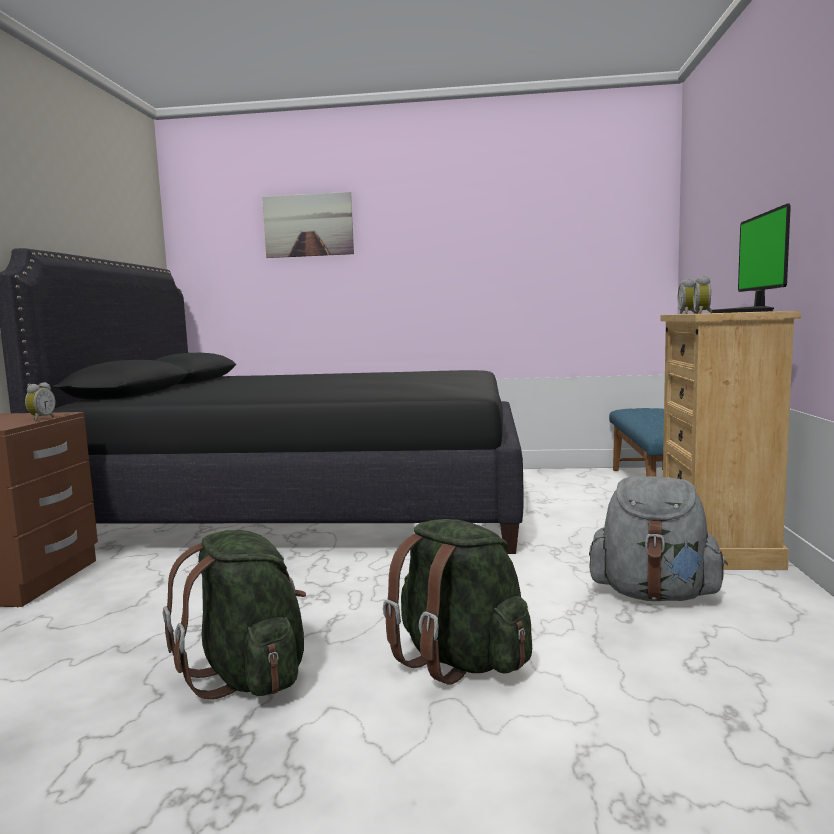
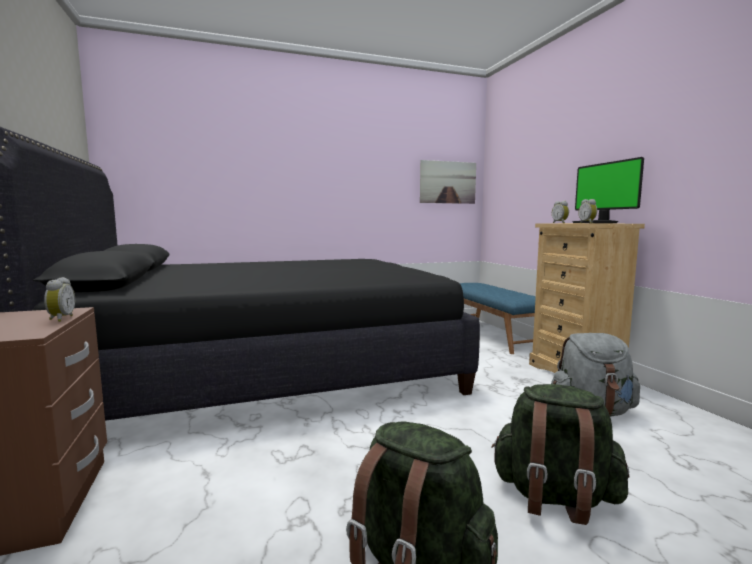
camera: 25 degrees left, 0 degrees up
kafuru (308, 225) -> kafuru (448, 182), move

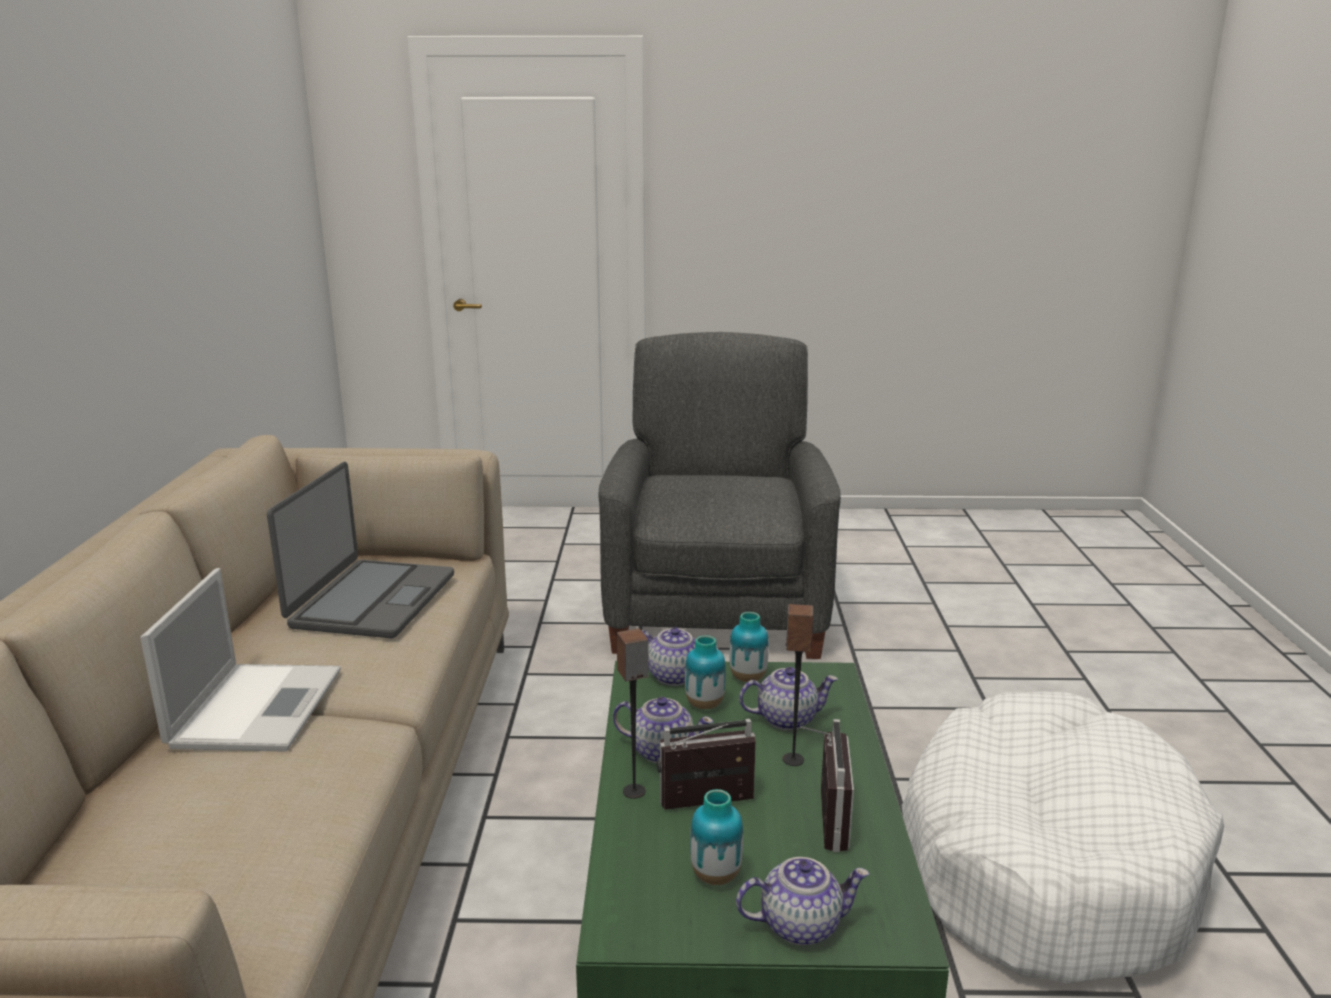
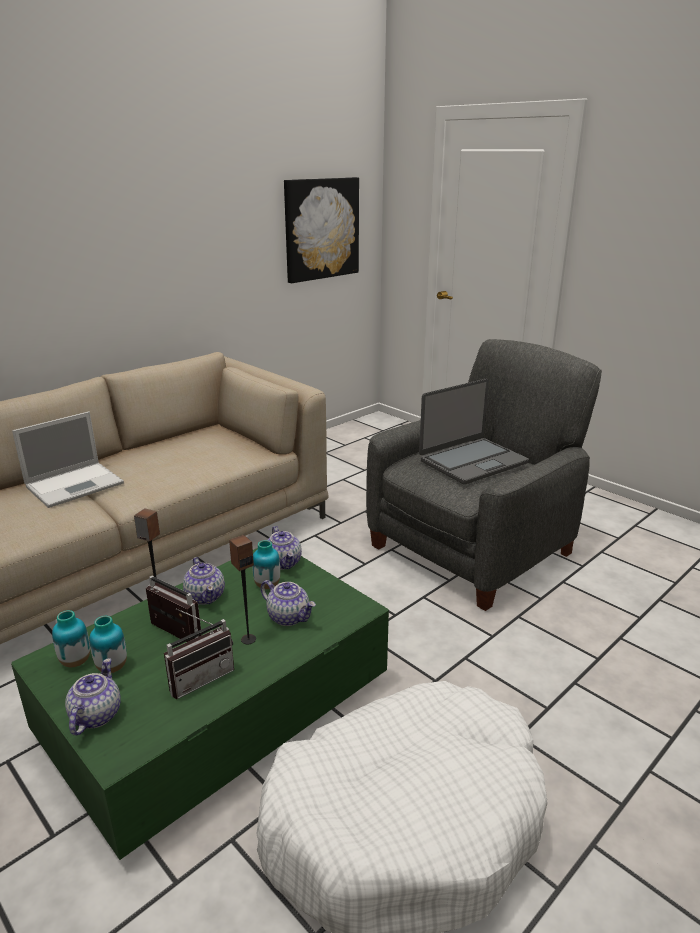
camera: 45 degrees right, 5 degrees up
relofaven (360, 550) -> relofaven (474, 431), move
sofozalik (749, 647) -> sofozalik (71, 638), move
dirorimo (802, 901) -> dirorimo (93, 696), 120 degrees counterclockwise
none -> kafuru (321, 230)

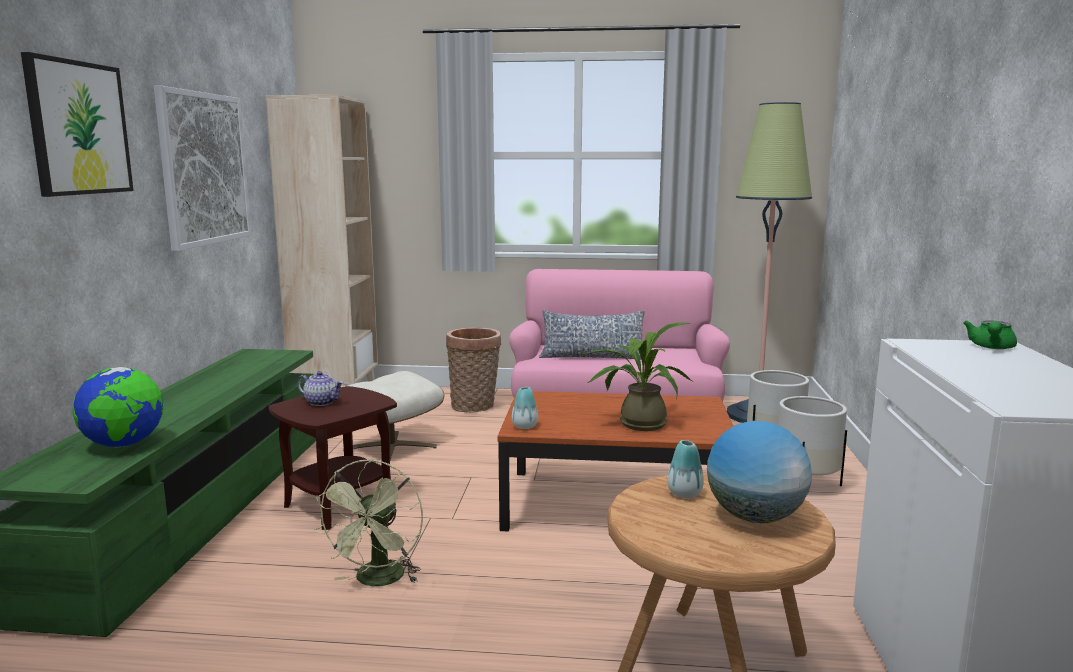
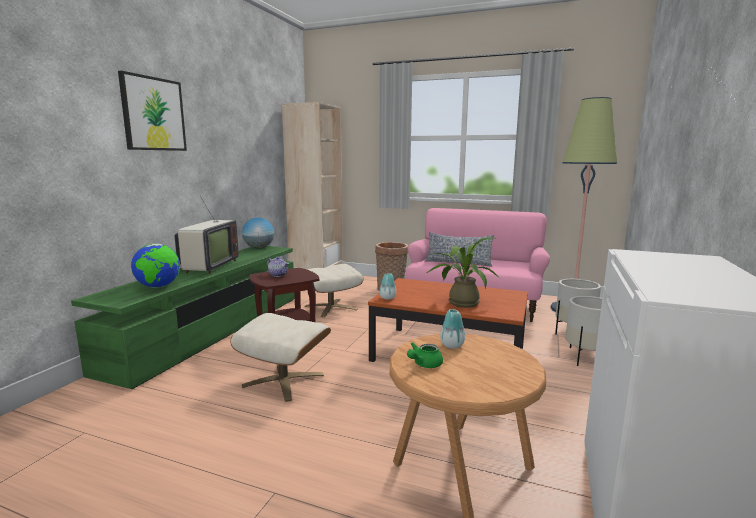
camera: 15 degrees right, 0 degrees up
kafuru (203, 168) -> none
green dirorimo (990, 334) -> green dirorimo (425, 355), move
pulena (759, 472) -> pulena (258, 233), move
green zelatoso (368, 522) -> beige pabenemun (280, 357)
none -> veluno (207, 232)

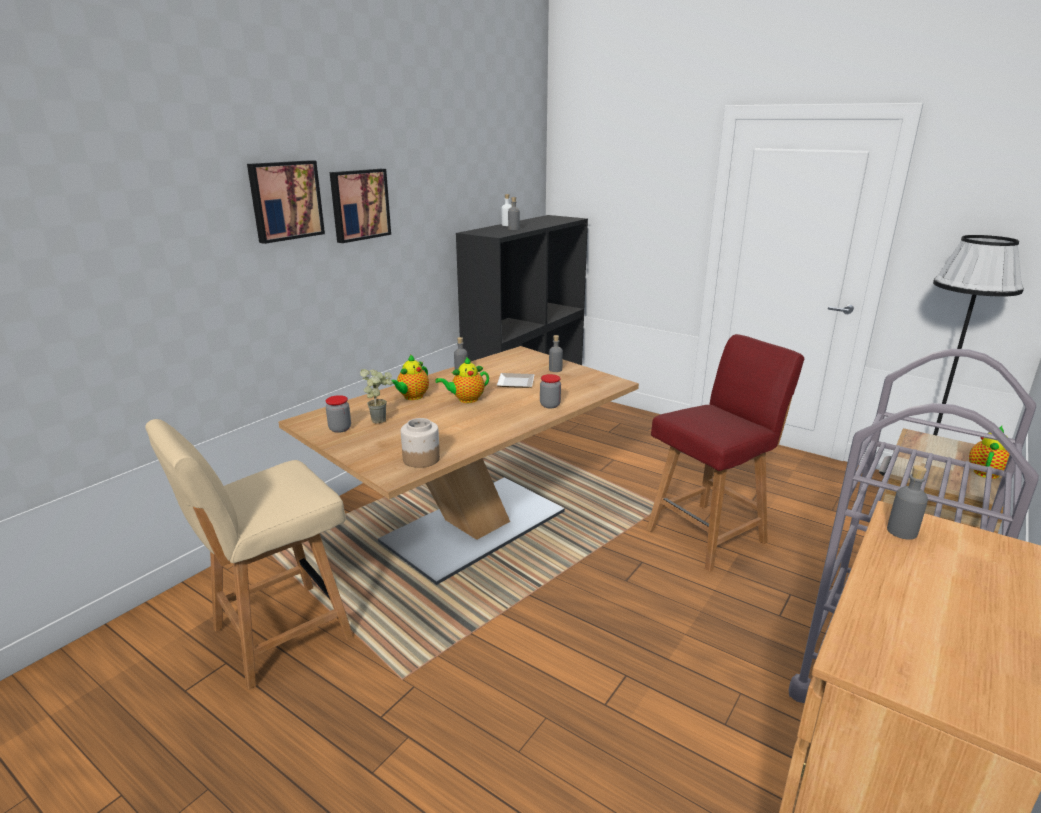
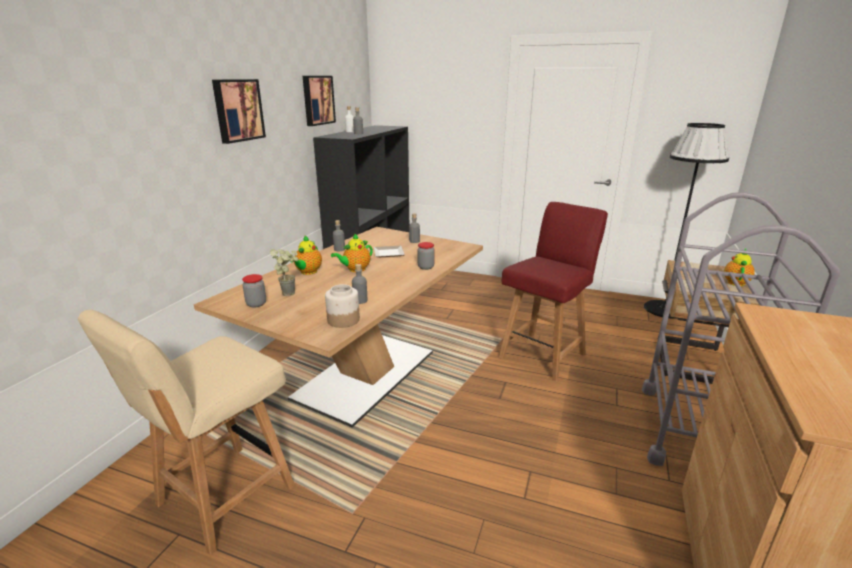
camera: 15 degrees left, 0 degrees up
kafuru (286, 202) -> kafuru (319, 101), move
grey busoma (907, 502) -> grey busoma (359, 284), move

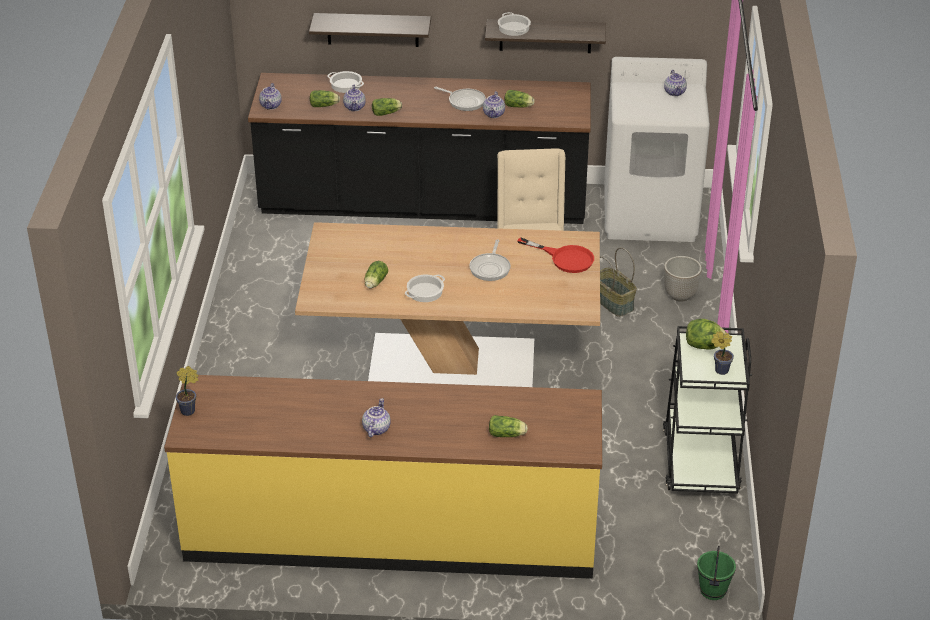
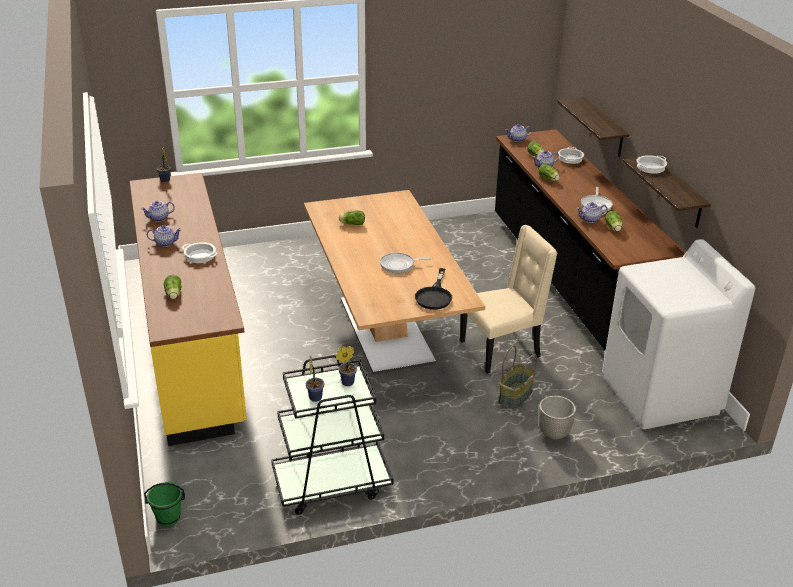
camera: 70 degrees right, 5 degrees down
dirorimo (675, 83) -> dirorimo (158, 211), move
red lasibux (555, 255) -> black lasibux (433, 289)
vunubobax (425, 288) -> vunubobax (199, 252), move
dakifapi (706, 334) -> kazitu (346, 366)

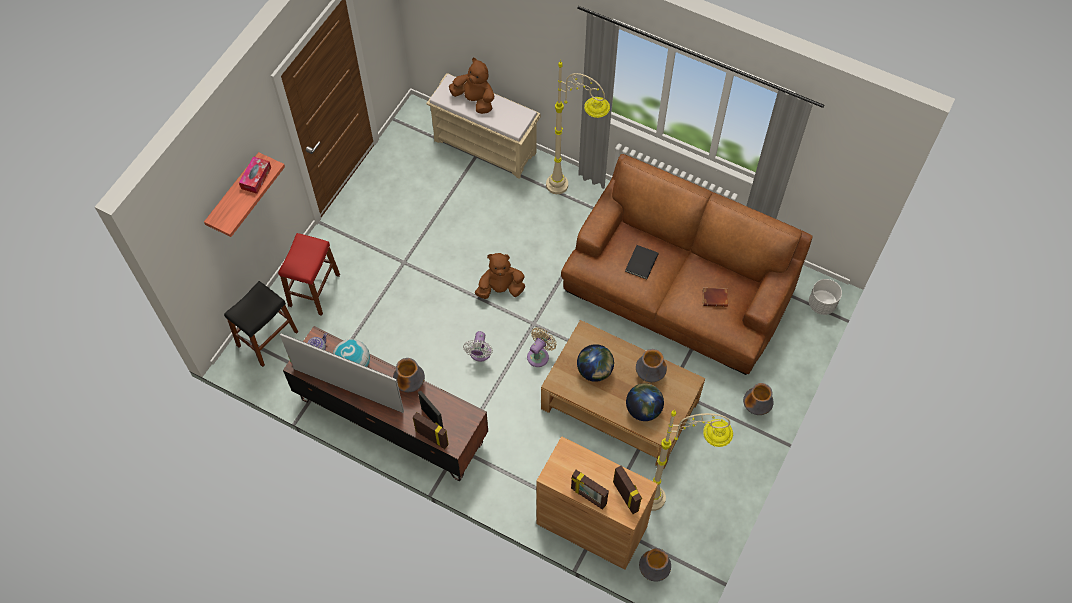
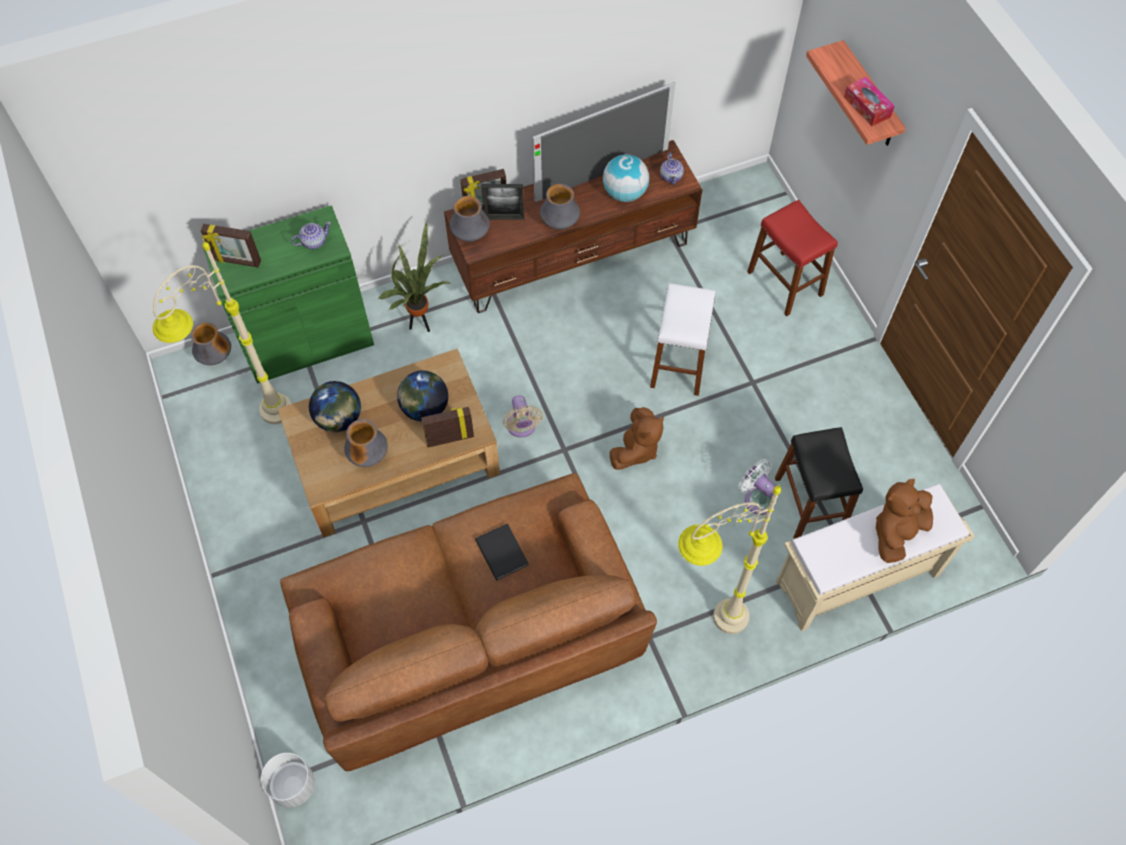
camera: 130 degrees right, 0 degrees up
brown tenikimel (471, 86) -> brown tenikimel (904, 521), 150 degrees clockwise
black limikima (261, 324) -> black limikima (819, 483), move
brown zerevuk (715, 297) -> none
white zelatoso (478, 346) -> white zelatoso (757, 487), move
sofozalik (758, 399) -> sofozalik (470, 219), move
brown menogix (597, 503) -> green menogix (288, 294)
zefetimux (590, 489) -> zefetimux (447, 427), move
none -> kazitu (414, 276)
none -> dirorimo (311, 235)
none -> white limikima (682, 339)

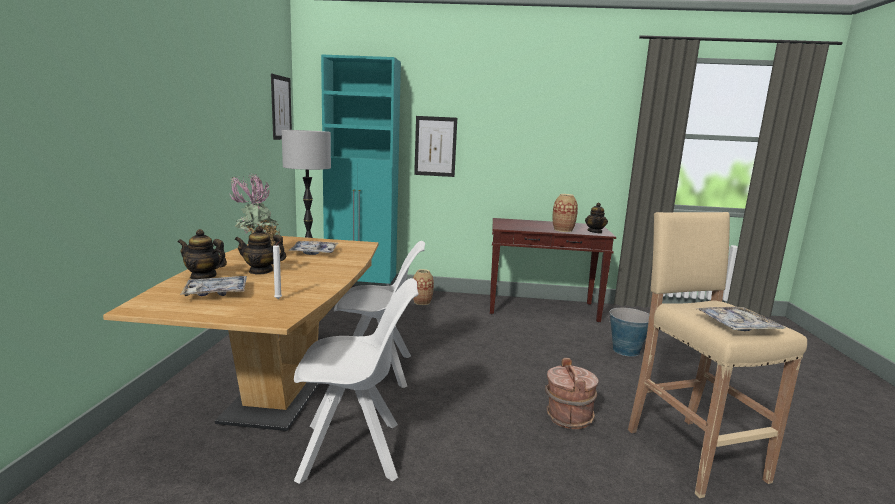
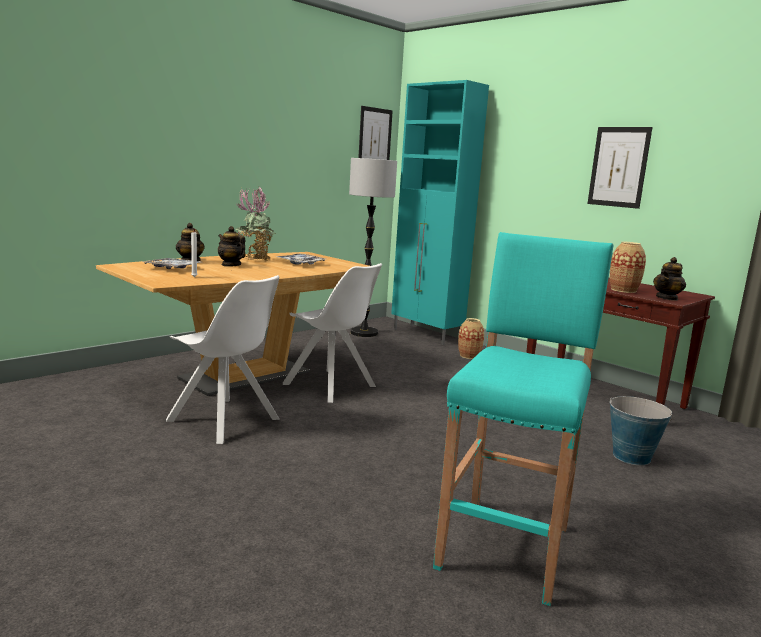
camera: 40 degrees right, 0 degrees up
kafuru (435, 146) -> kafuru (619, 168), move
beige limikima (717, 355) -> turquoise limikima (523, 419)
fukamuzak (742, 319) -> none
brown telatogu (571, 393) -> none

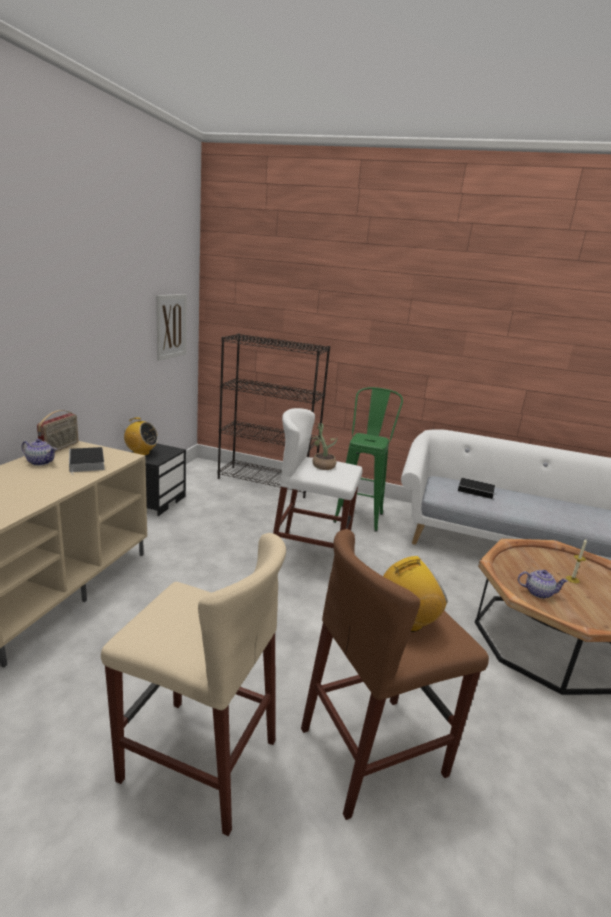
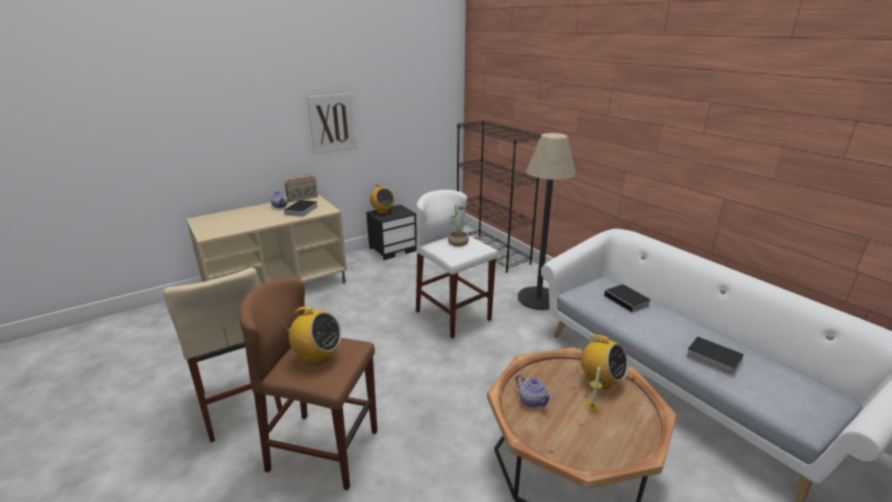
camera: 40 degrees right, 5 degrees up
kafuru (171, 327) -> kafuru (332, 123), move
green limikima (368, 459) -> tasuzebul (547, 221)
none -> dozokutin (603, 362)
none -> zerevuk (715, 355)

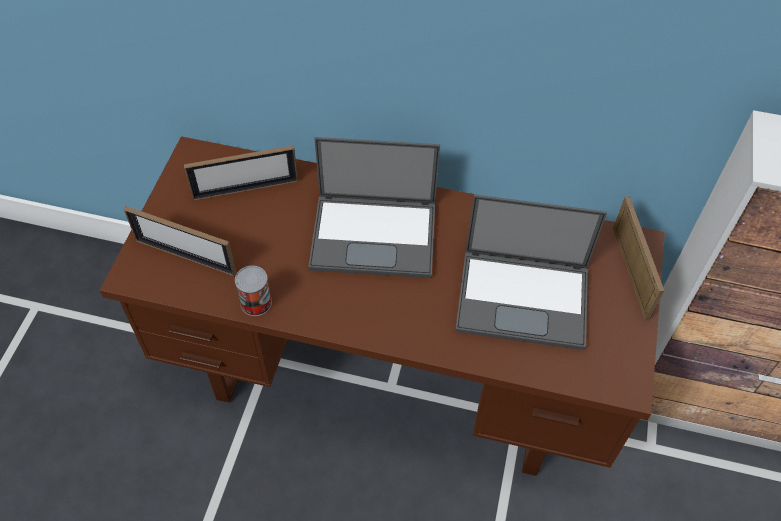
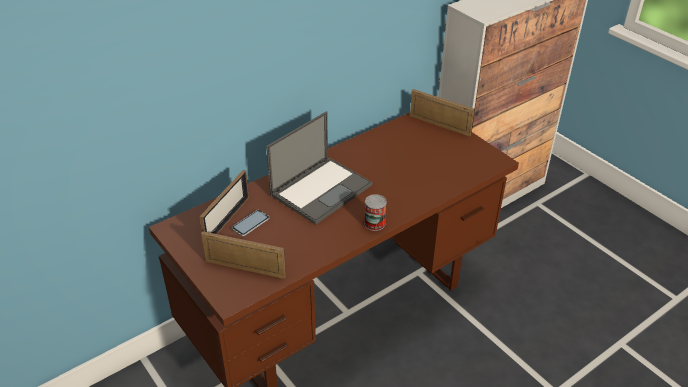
camera: 50 degrees left, 15 degrees down
relofaven (531, 272) -> none
zefetimux (180, 241) -> zefetimux (243, 255), 135 degrees counterclockwise
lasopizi (253, 291) -> lasopizi (375, 212), move
none -> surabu (250, 223)

